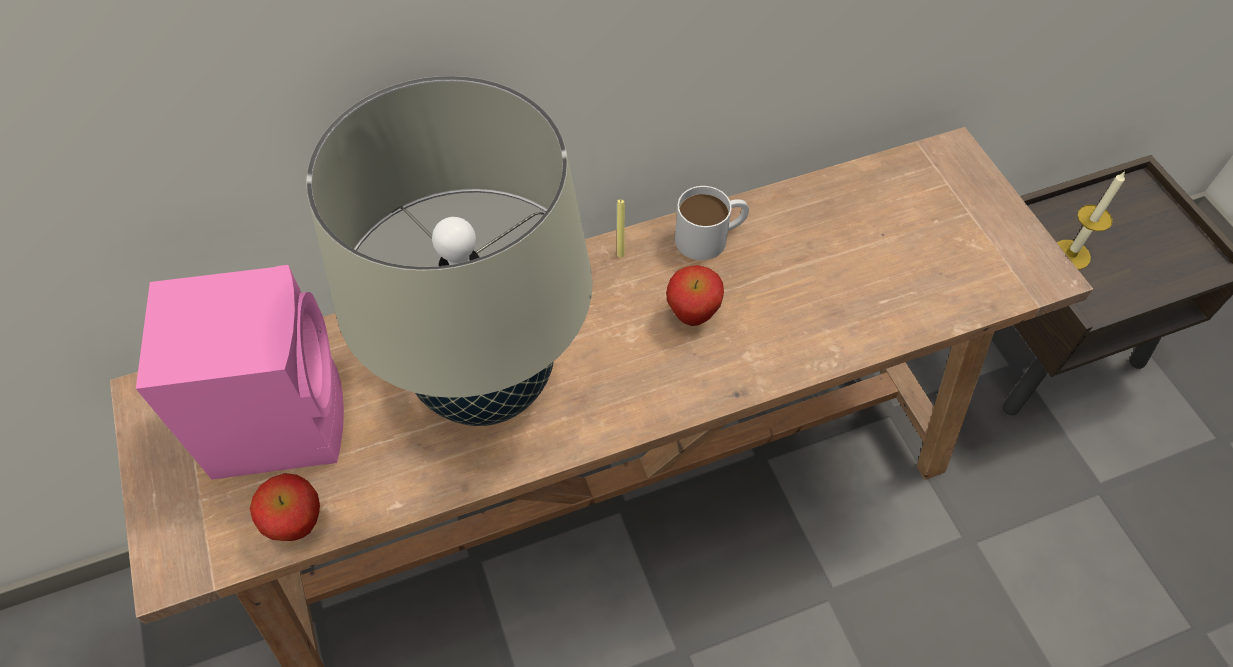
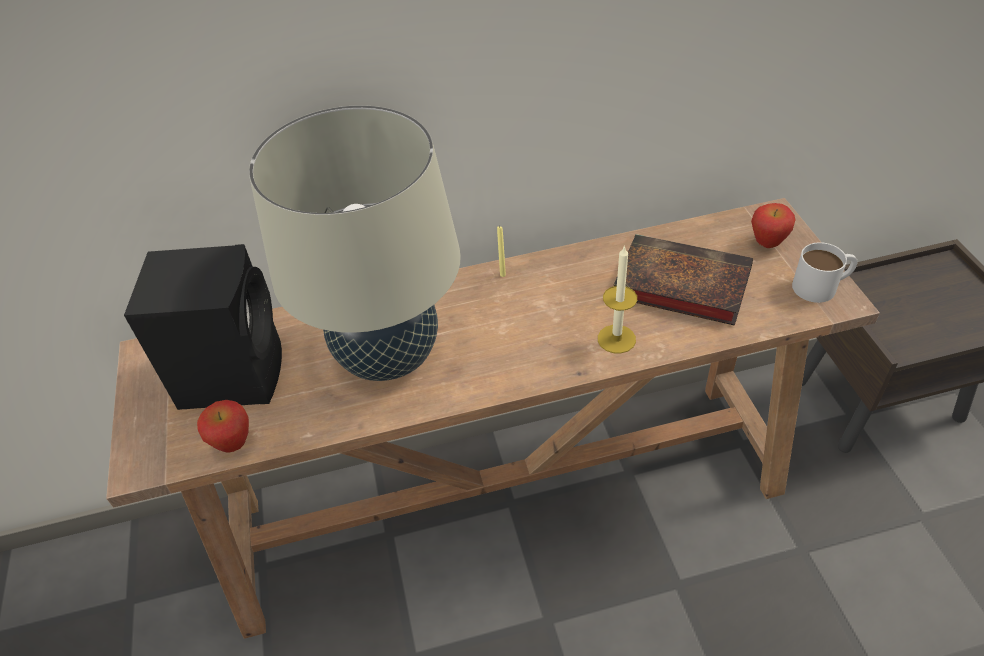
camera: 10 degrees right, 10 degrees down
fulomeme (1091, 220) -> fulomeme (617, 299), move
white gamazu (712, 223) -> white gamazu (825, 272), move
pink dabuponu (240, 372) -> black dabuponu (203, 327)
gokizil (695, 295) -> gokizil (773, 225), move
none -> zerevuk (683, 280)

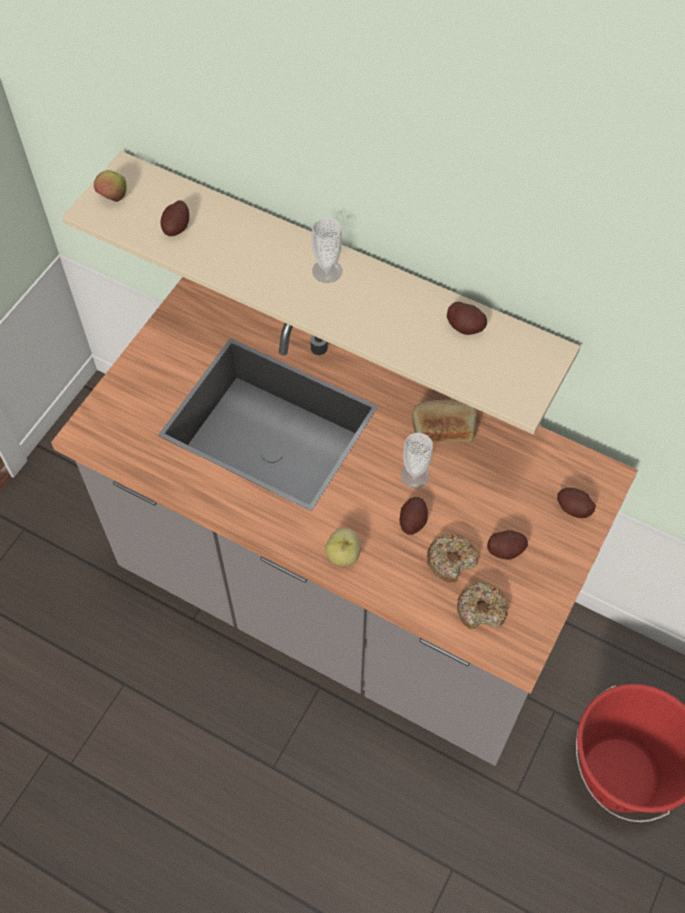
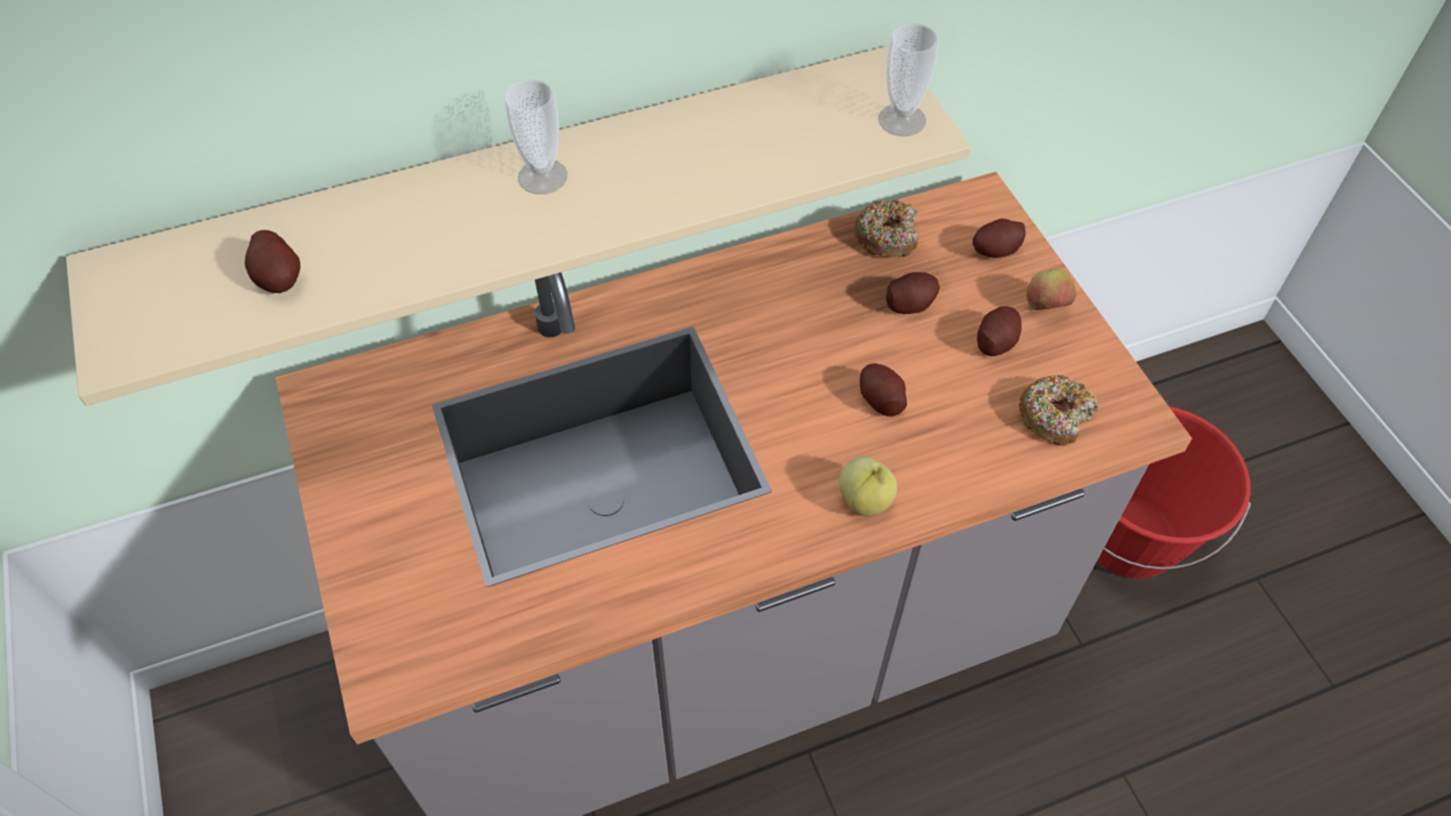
camera: 50 degrees left, 5 degrees down
gokizil (110, 186) -> gokizil (1051, 289), move
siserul (467, 318) -> siserul (913, 293), move
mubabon (444, 421) -> none
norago (417, 460) -> norago (908, 79), move
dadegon (452, 558) -> dadegon (886, 228), move

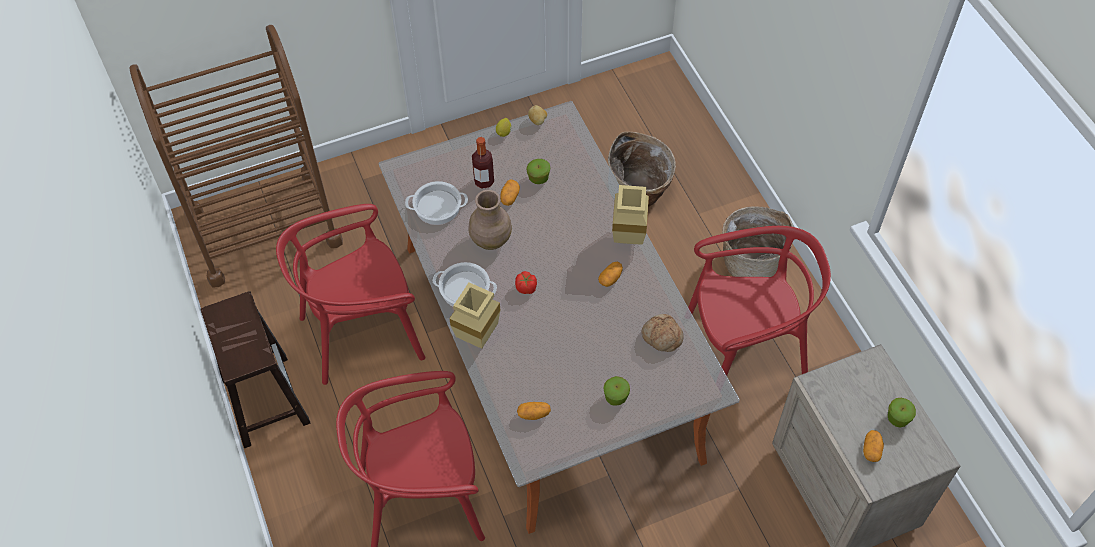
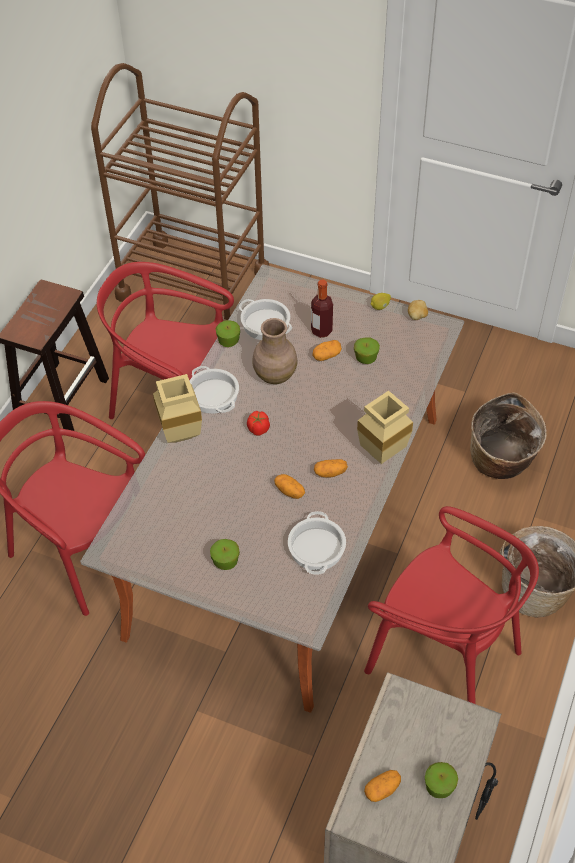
camera: 45 degrees right, 5 degrees down
mubabon (663, 333) -> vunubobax (317, 543)
siserul (534, 411) -> siserul (289, 486), move
none -> gokizil (228, 333)

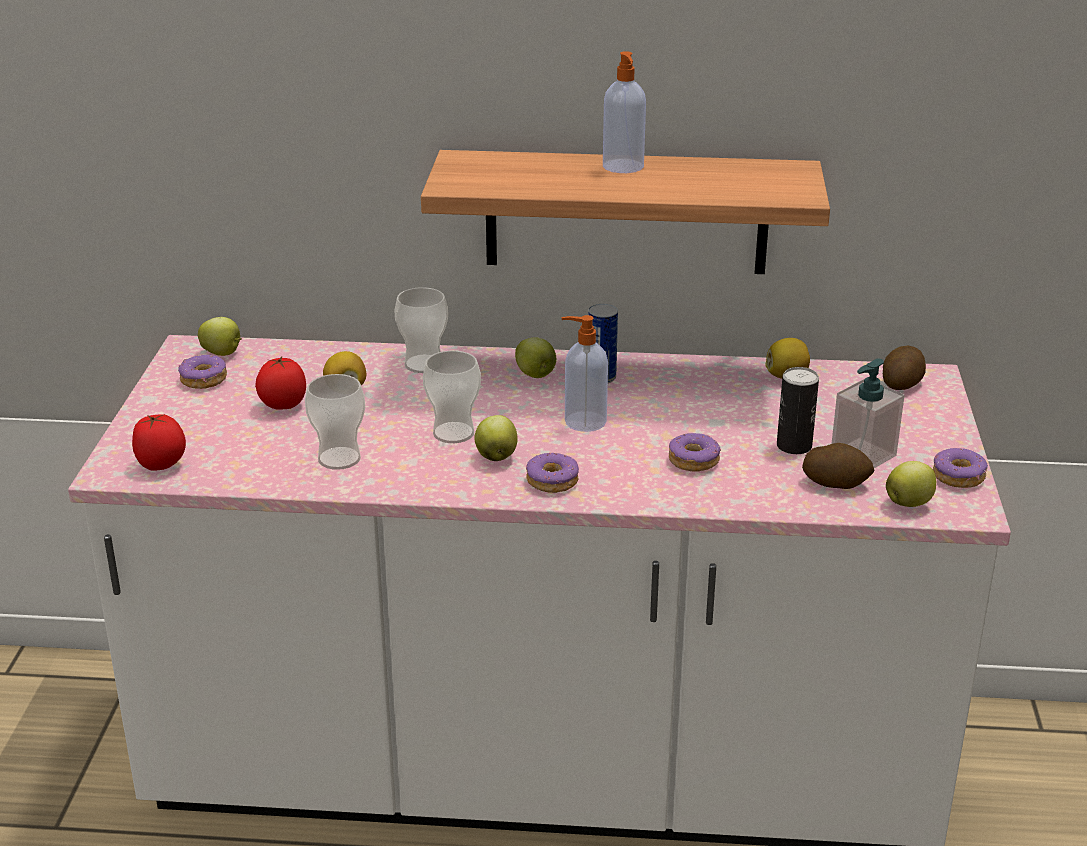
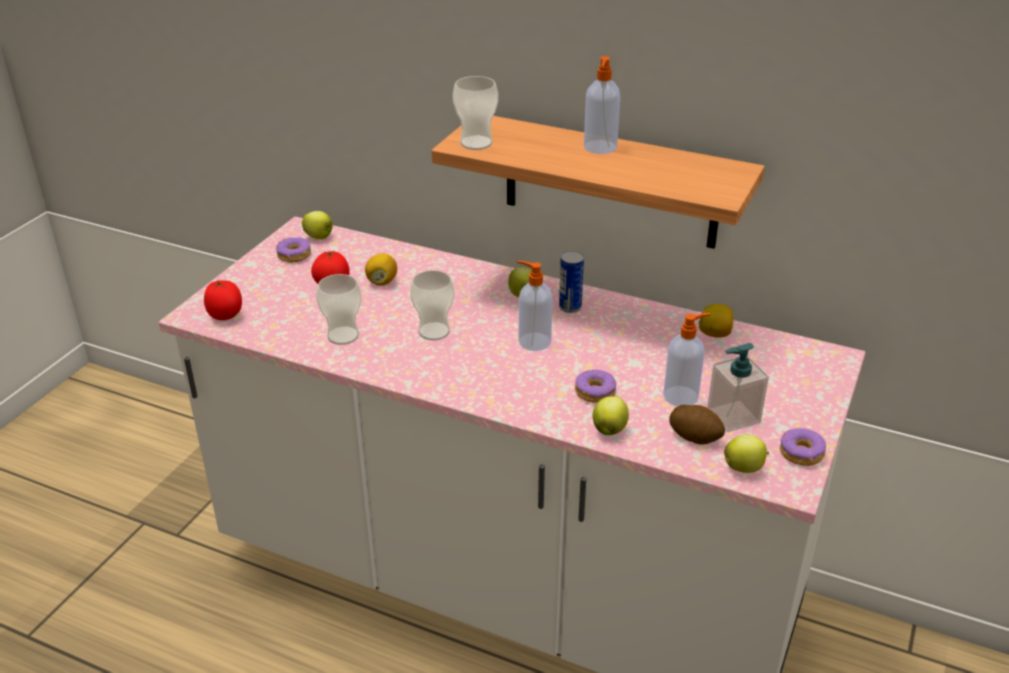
camera: 20 degrees right, 5 degrees up
norago (421, 330) -> norago (475, 113), move
siserul (904, 368) -> none
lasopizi (798, 410) -> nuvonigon (687, 360)
gokizil (496, 438) -> gokizil (611, 415), move
dadegon (552, 473) -> none

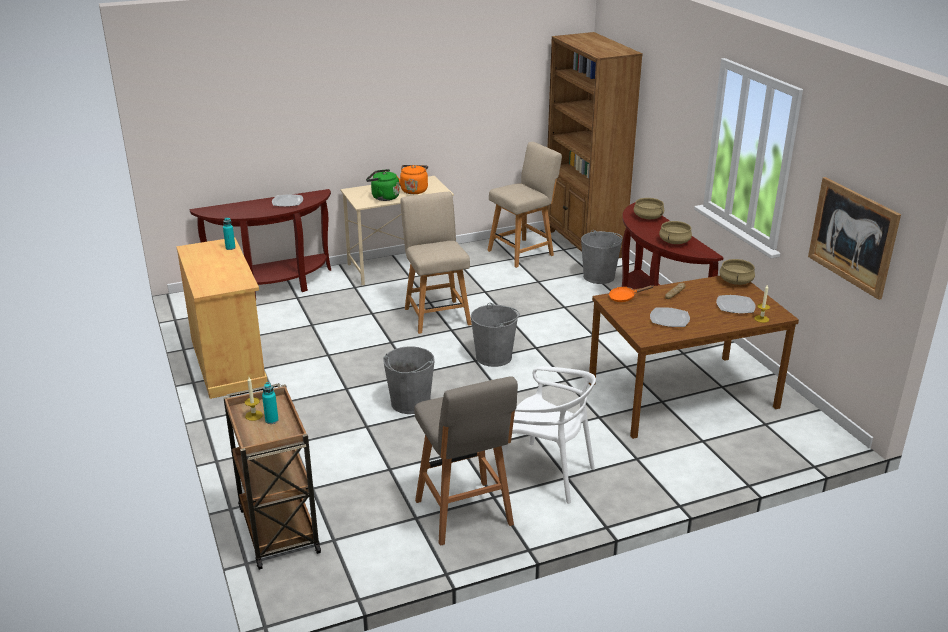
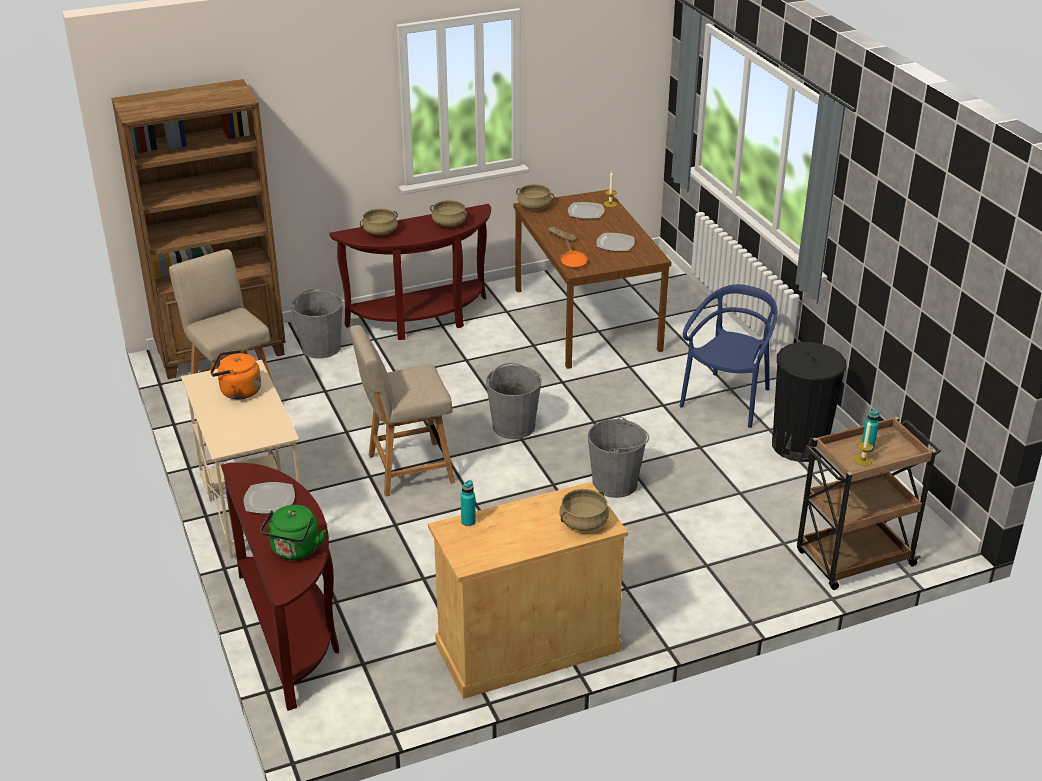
camera: 90 degrees left, 5 degrees up
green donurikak (383, 185) -> green donurikak (293, 532), move
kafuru (854, 238) -> none
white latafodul (546, 435) -> blue latafodul (729, 356)
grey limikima (466, 461) -> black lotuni (809, 402)
none -> beige vunubobax (584, 510)

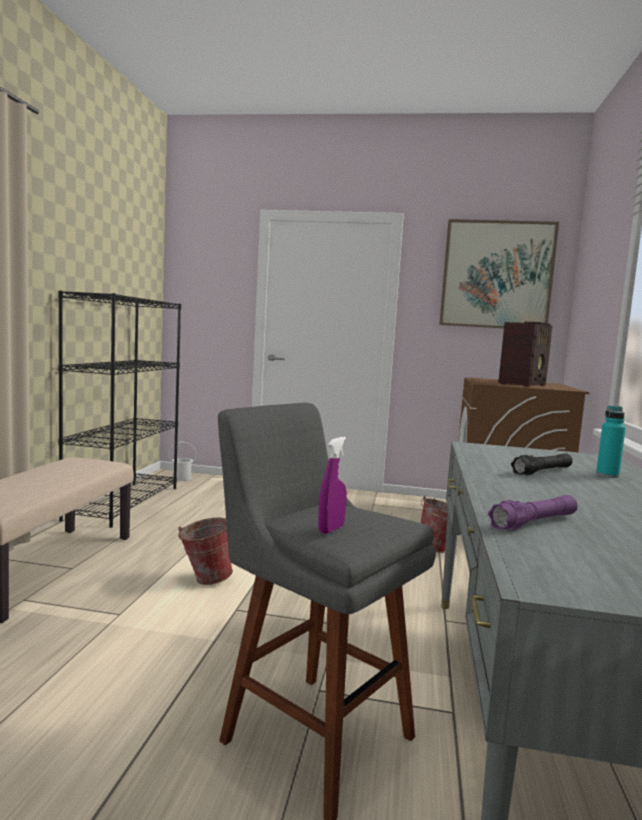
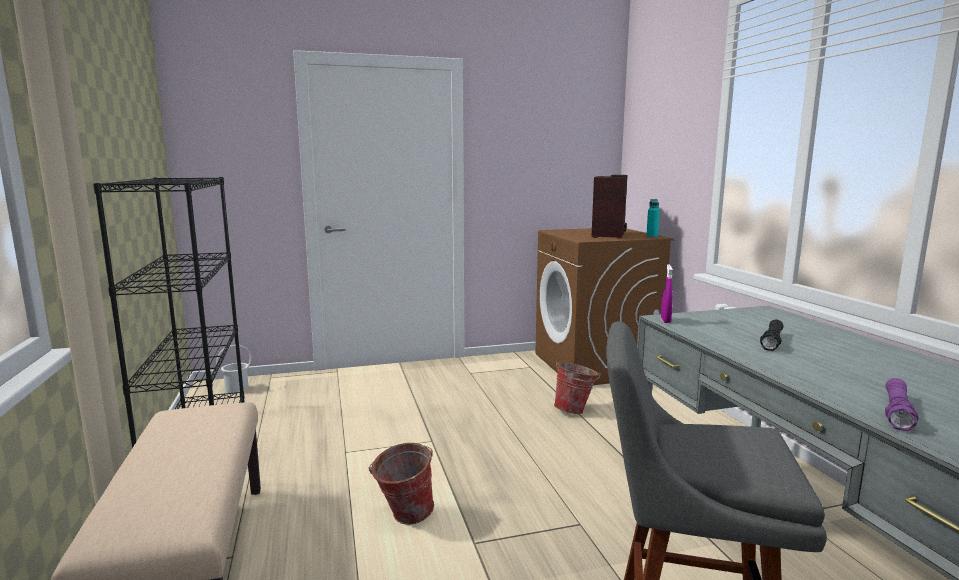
camera: 25 degrees left, 5 degrees up
kafuru (499, 273) -> none
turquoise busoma (611, 441) -> turquoise busoma (653, 218), move
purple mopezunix (332, 485) -> purple mopezunix (667, 293), move

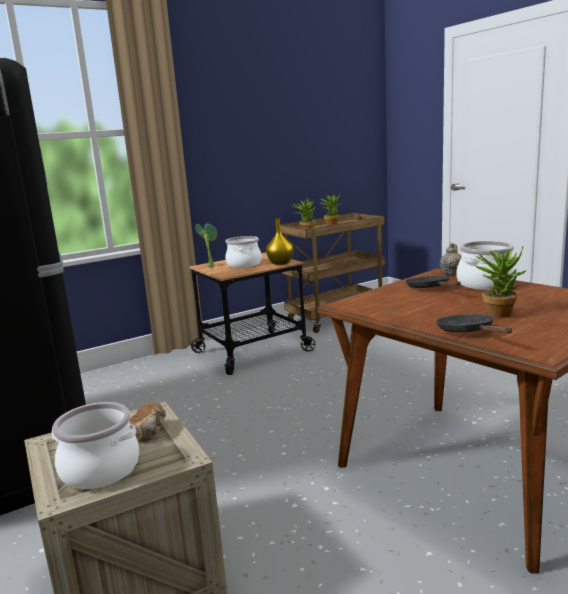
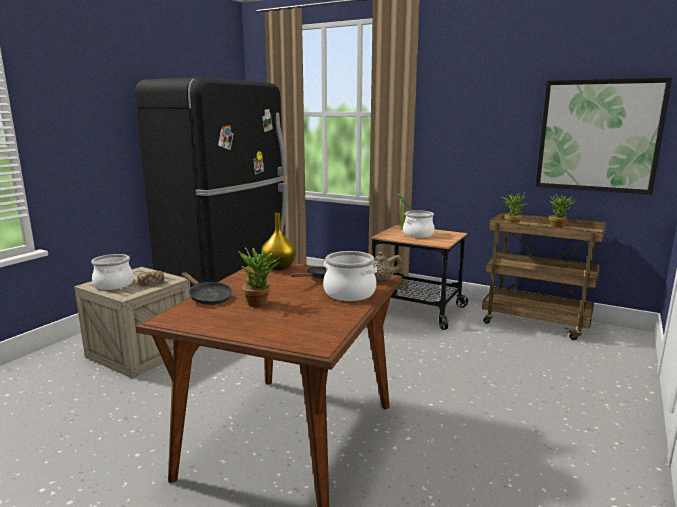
camera: 60 degrees right, 0 degrees up
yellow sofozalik (279, 242) -> yellow sofozalik (278, 241), move
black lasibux (474, 323) -> black lasibux (207, 288), 90 degrees clockwise
none -> kafuru (603, 136)

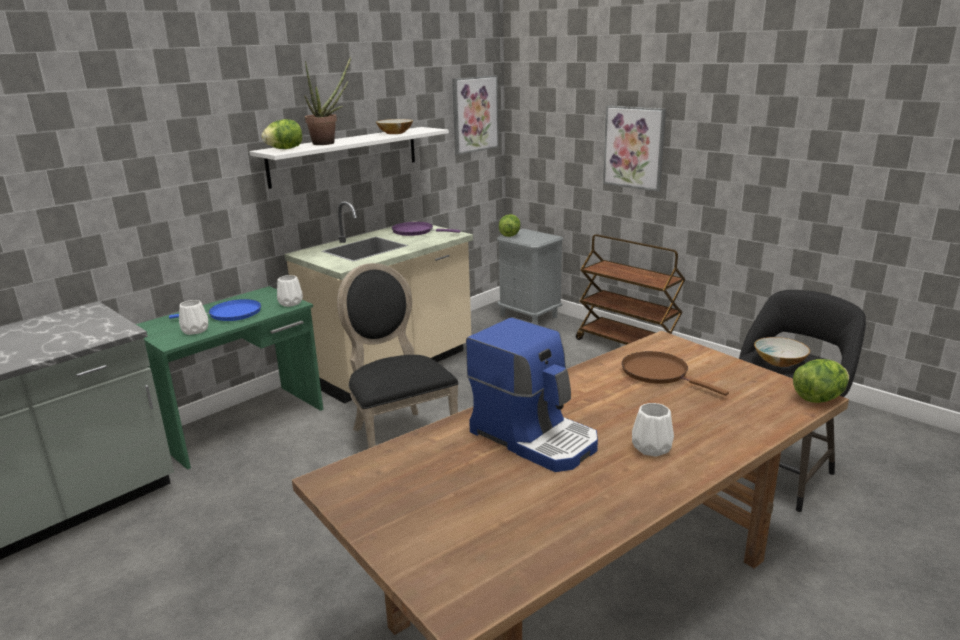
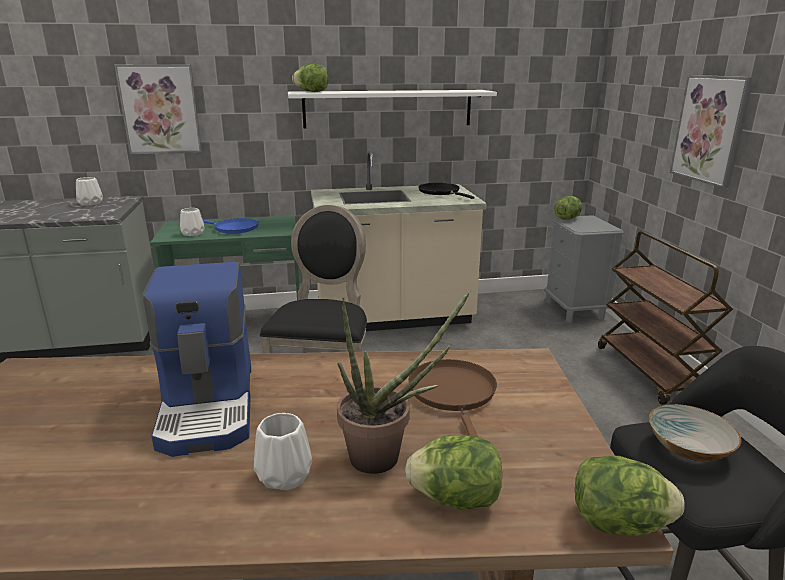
camera: 35 degrees right, 0 degrees up
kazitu (327, 101) -> kazitu (403, 382), move
kafuru (475, 115) -> kafuru (158, 110), move
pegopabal (394, 126) -> none
purple lasibux (426, 229) -> black lasibux (446, 191)
white sofozalik (290, 291) -> white sofozalik (89, 191), move
none -> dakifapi (453, 472)

